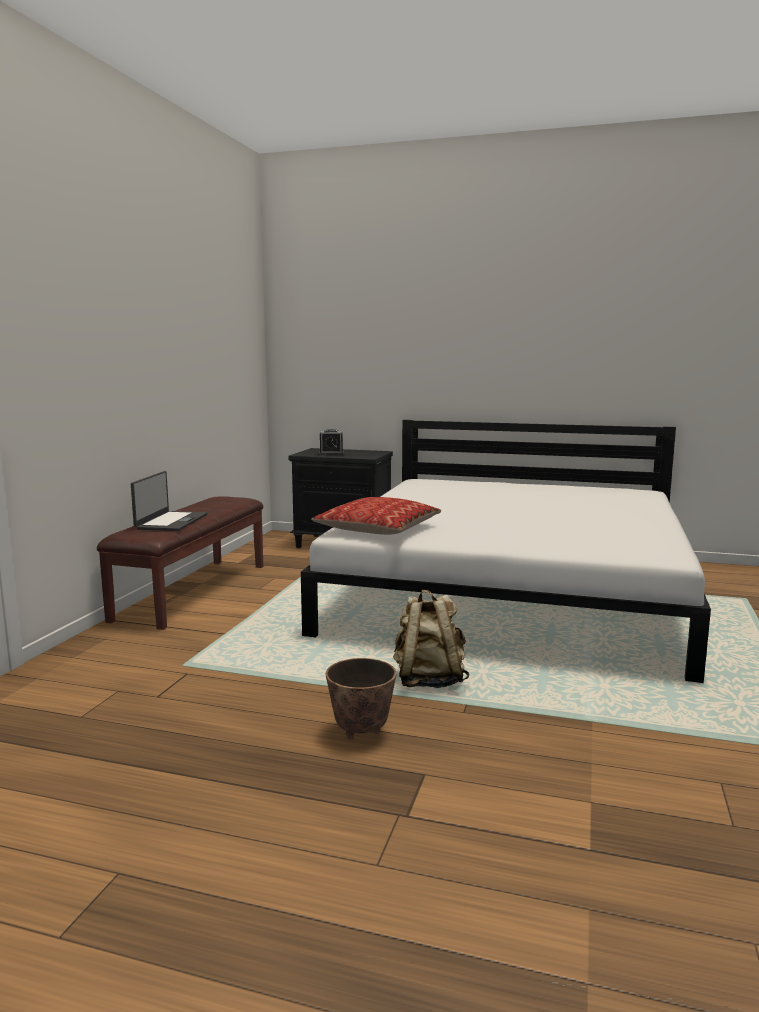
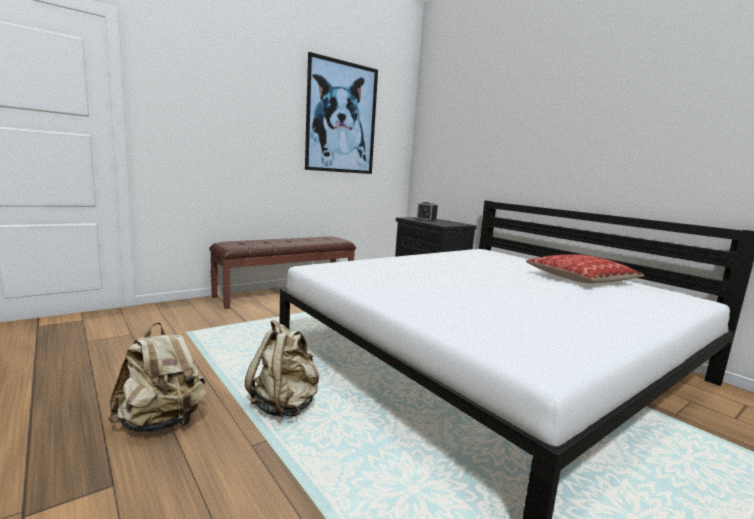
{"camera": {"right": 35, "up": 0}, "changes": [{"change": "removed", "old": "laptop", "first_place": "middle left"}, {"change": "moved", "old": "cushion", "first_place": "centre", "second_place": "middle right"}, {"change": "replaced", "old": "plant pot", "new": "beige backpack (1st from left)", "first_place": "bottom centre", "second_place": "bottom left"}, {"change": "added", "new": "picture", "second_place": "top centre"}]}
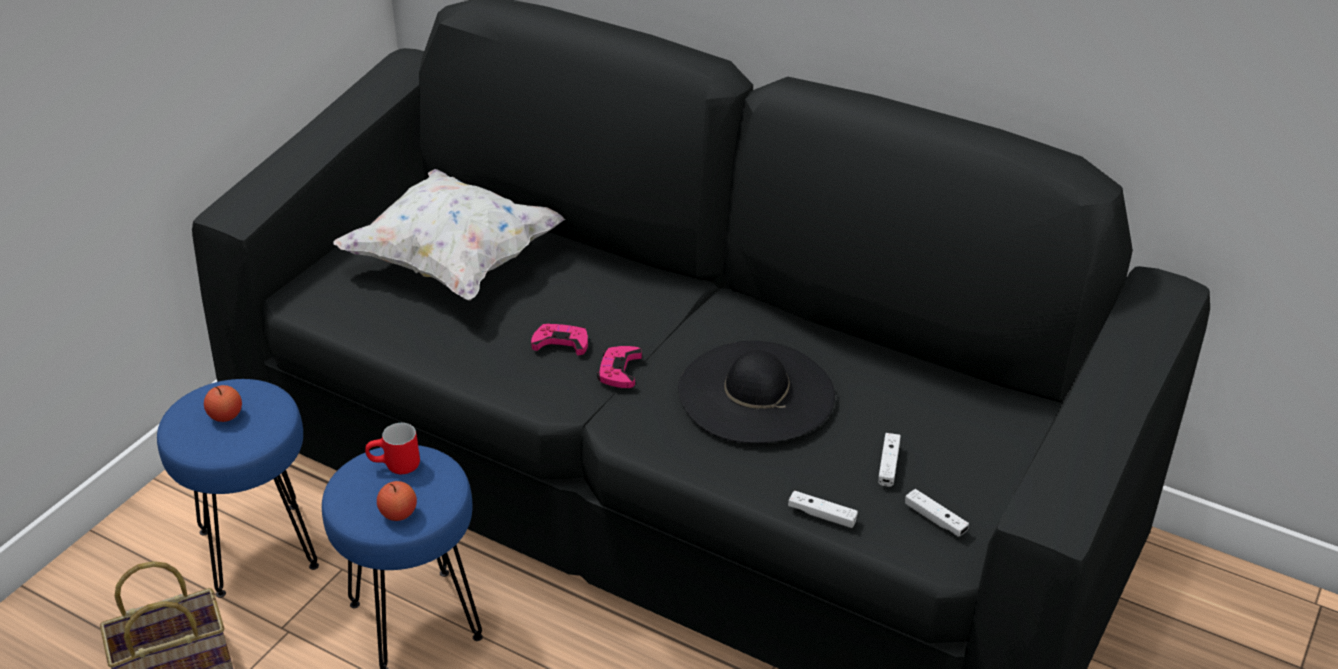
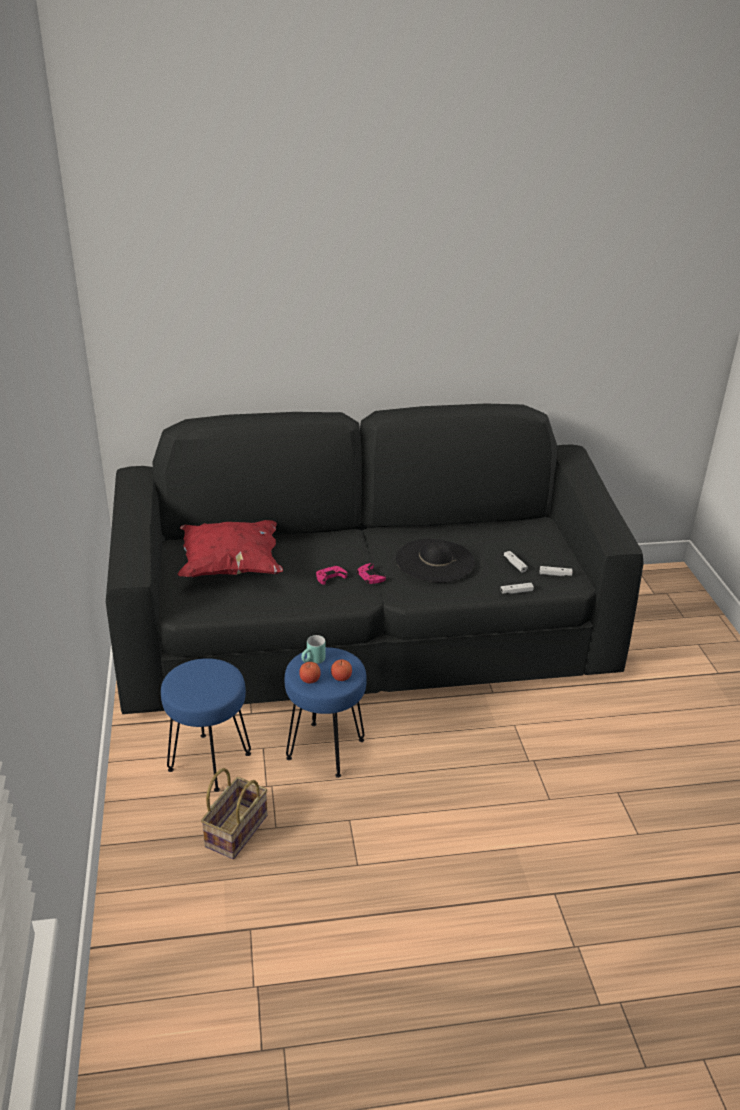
{"camera": {"right": -40, "up": -5}, "changes": [{"change": "moved", "old": "apple fruit (1st from left)", "first_place": "middle left", "second_place": "centre"}, {"change": "recoloured", "old": "white cushion", "new": "reddish cushion", "first_place": "centre", "second_place": "middle left"}, {"change": "recoloured", "old": "reddish mug", "new": "turquoise mug", "first_place": "bottom left", "second_place": "centre"}]}
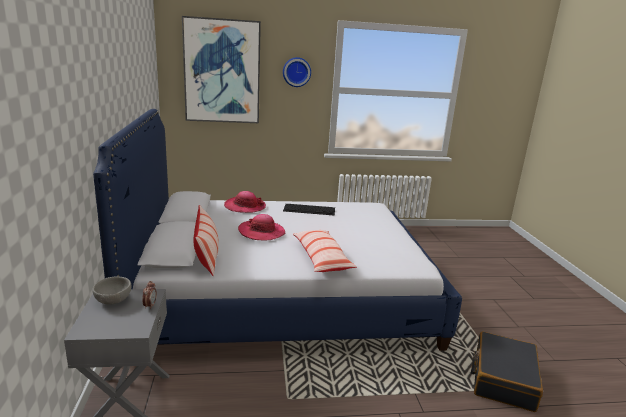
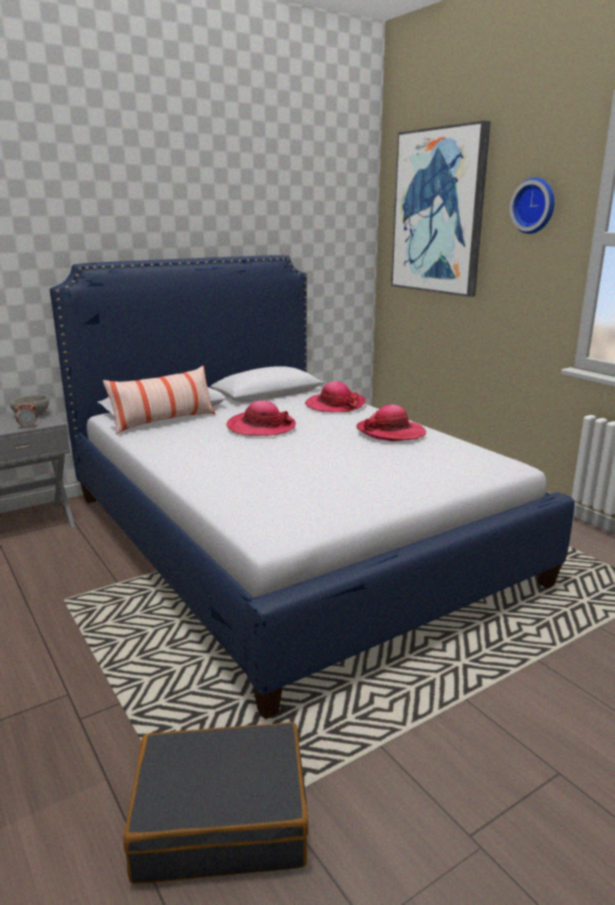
{"camera": {"right": 65, "up": 0}, "changes": [{"change": "replaced", "old": "keyboard", "new": "hat (3rd from left)", "first_place": "centre", "second_place": "centre"}, {"change": "removed", "old": "cushion (2nd from left)", "first_place": "centre"}]}
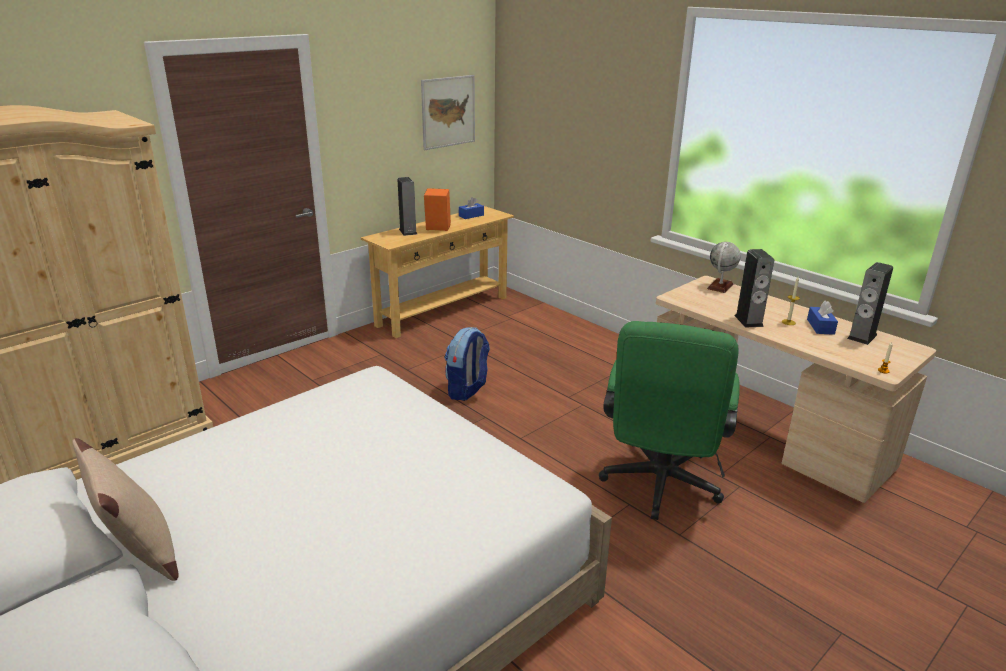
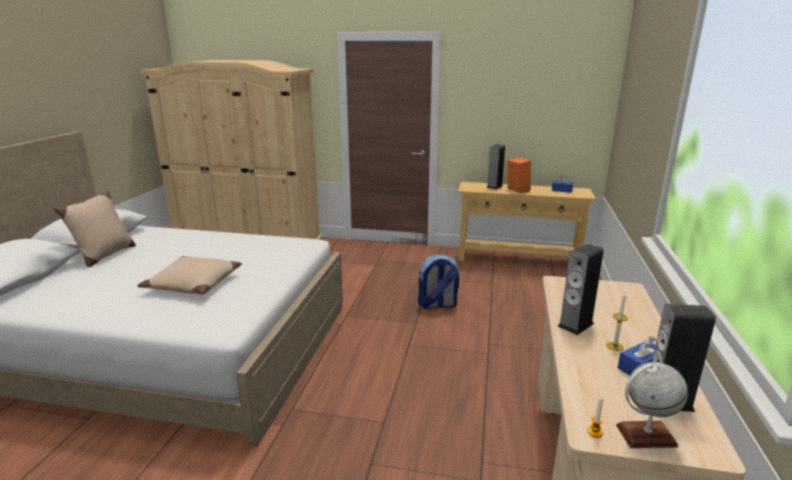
{"camera": {"right": 55, "up": -5}, "changes": [{"change": "removed", "old": "picture", "first_place": "top centre"}, {"change": "removed", "old": "greenish computer chair", "first_place": "centre"}, {"change": "moved", "old": "world globe", "first_place": "middle right", "second_place": "bottom right"}, {"change": "added", "new": "beige cushion (2nd from left)", "second_place": "middle left"}]}
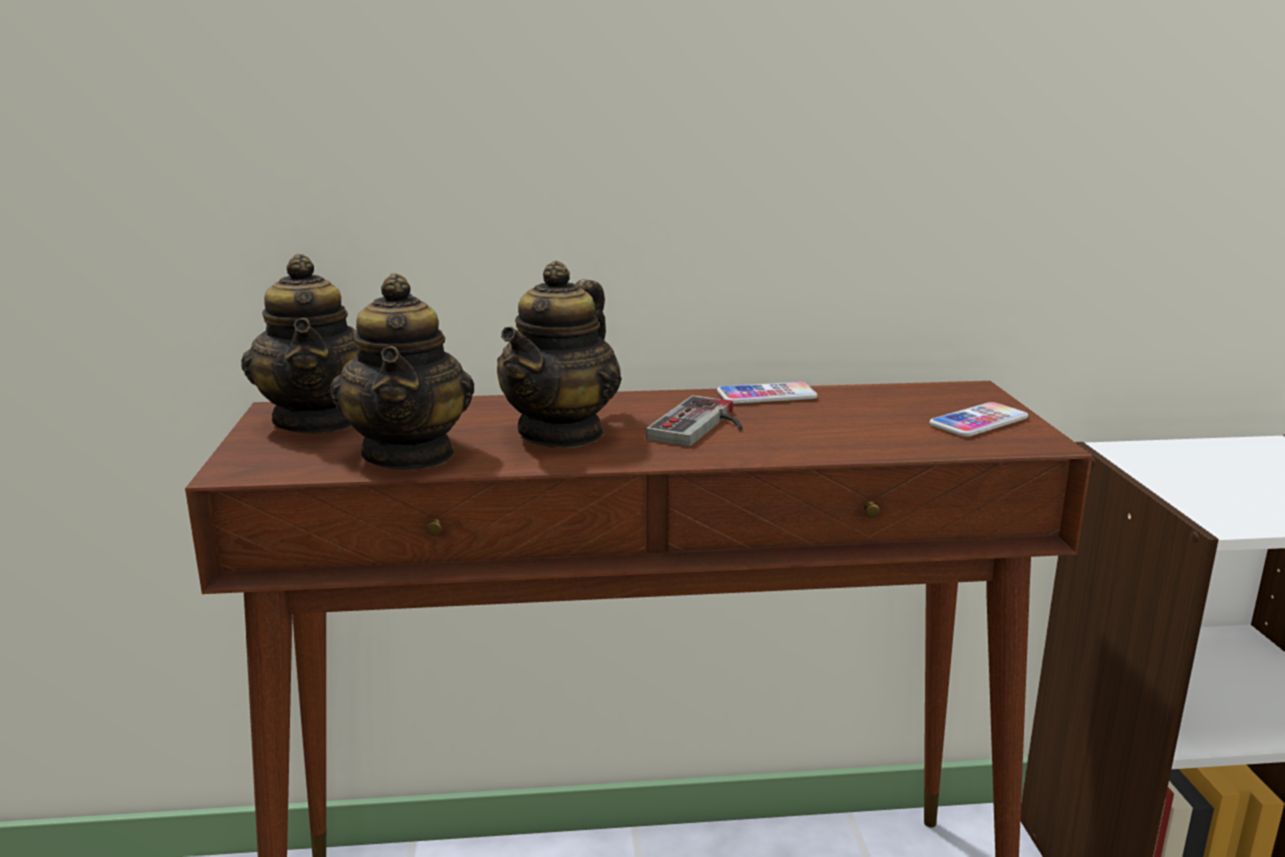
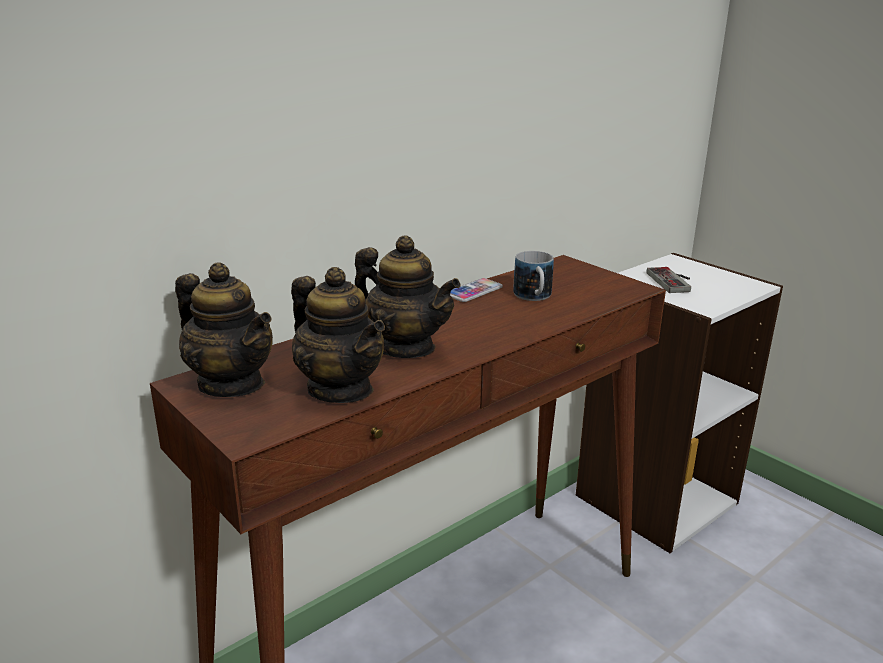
{"camera": {"right": -35, "up": 5}, "changes": [{"change": "turned", "old": "teapot (3rd from left)", "first_place": "centre", "second_place": "centre", "degrees": -45}, {"change": "moved", "old": "gamepad", "first_place": "centre", "second_place": "middle right"}, {"change": "removed", "old": "handset (2nd from left)", "first_place": "middle right"}, {"change": "added", "new": "mug", "second_place": "centre"}]}
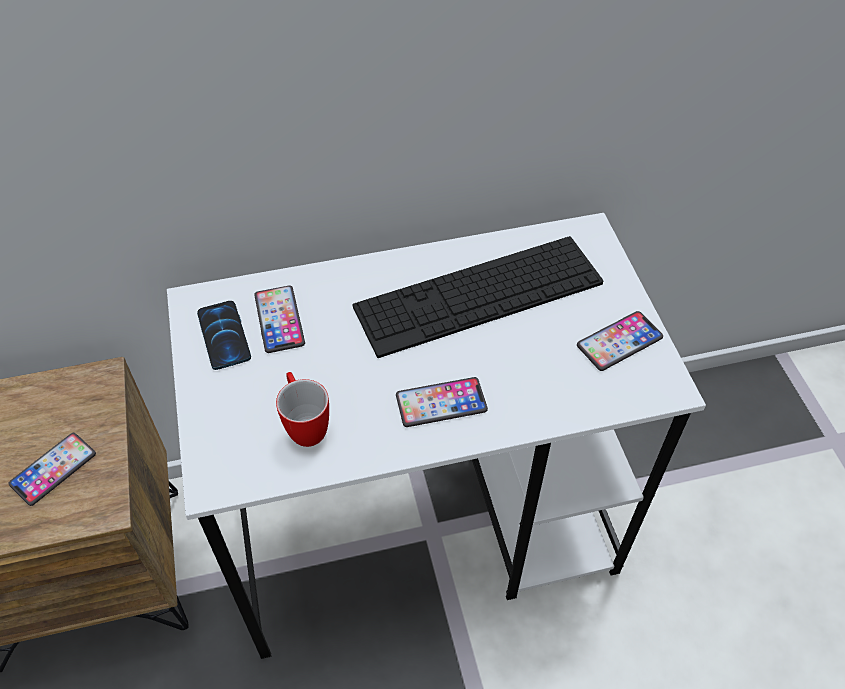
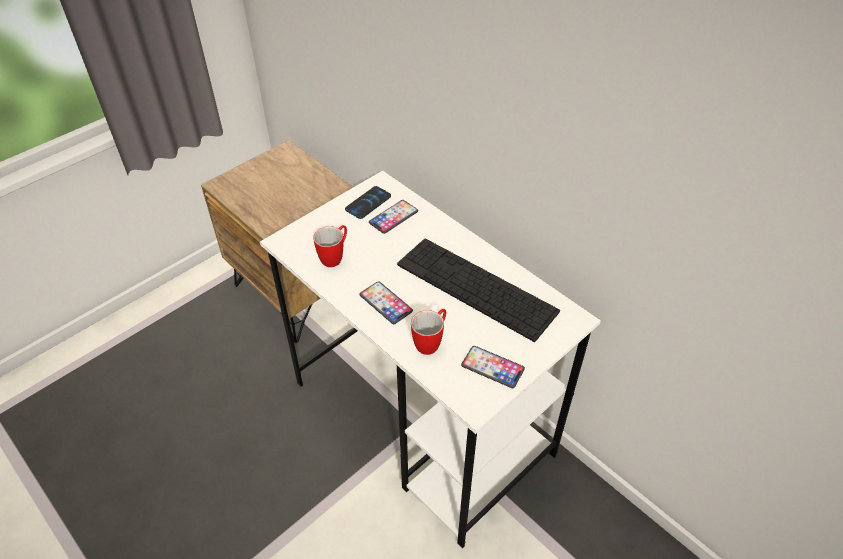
{"camera": {"right": 60, "up": -5}, "changes": [{"change": "removed", "old": "handset (1st from left)", "first_place": "bottom left"}, {"change": "added", "new": "mug (2nd from left)", "second_place": "centre"}]}
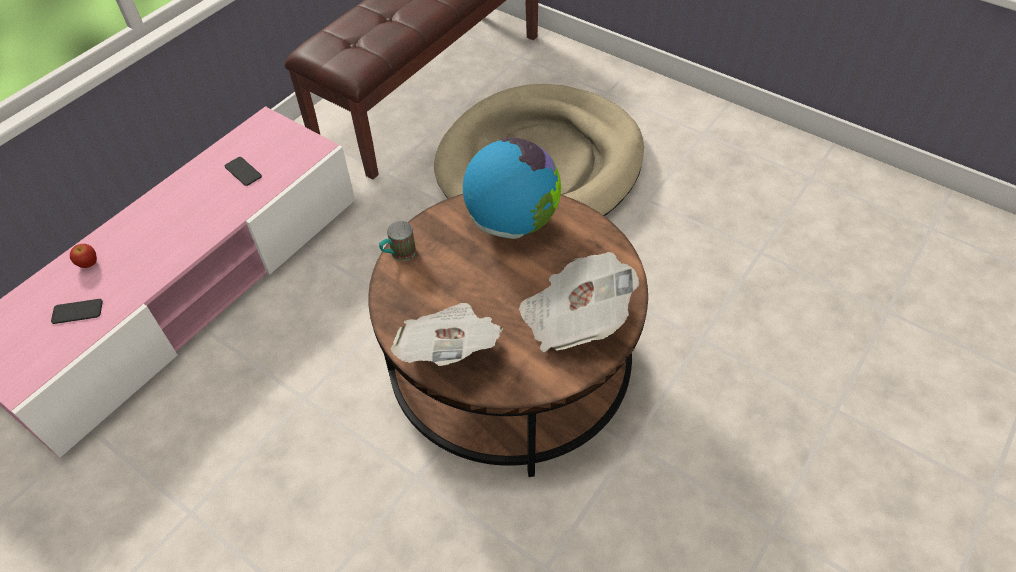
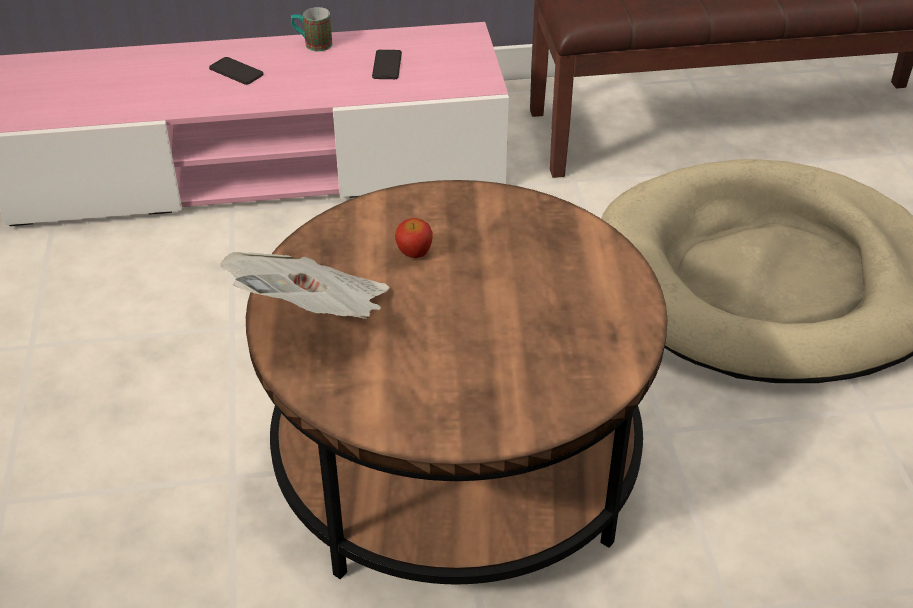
{"camera": {"right": 45, "up": -10}, "changes": [{"change": "moved", "old": "handset (1st from left)", "first_place": "middle left", "second_place": "top left"}, {"change": "moved", "old": "apple fruit", "first_place": "middle left", "second_place": "centre"}, {"change": "moved", "old": "mug", "first_place": "centre", "second_place": "top centre"}, {"change": "removed", "old": "world globe", "first_place": "top centre"}, {"change": "removed", "old": "printed paper (2nd from left)", "first_place": "centre"}]}
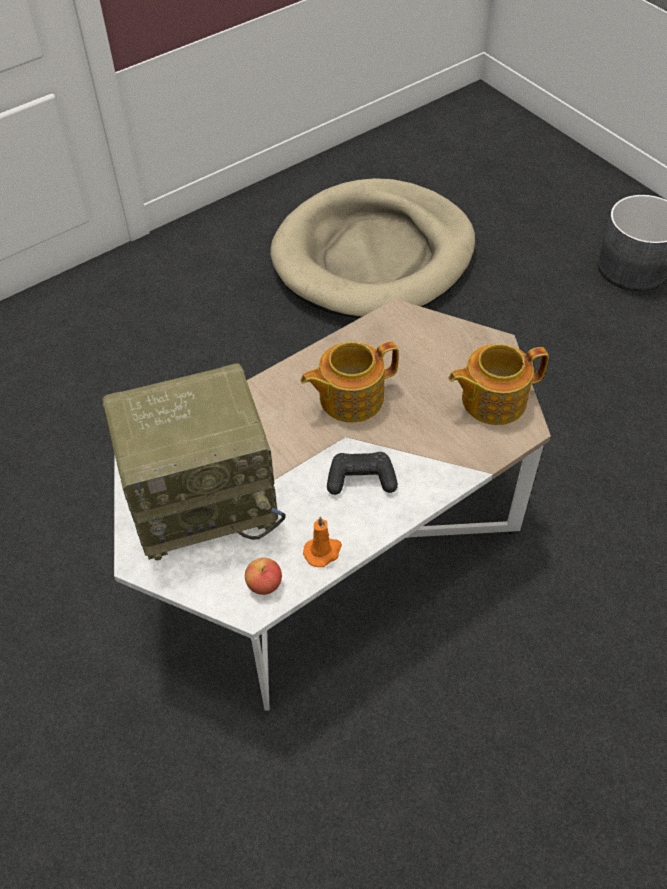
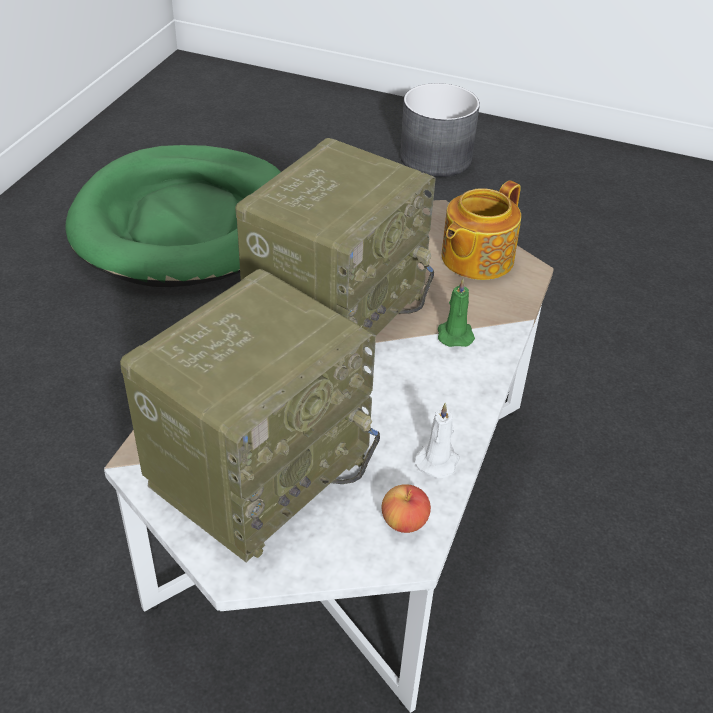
{"camera": {"right": -35, "up": -10}, "changes": [{"change": "recoloured", "old": "beige dog bed", "new": "greenish dog bed", "first_place": "top centre", "second_place": "top left"}, {"change": "replaced", "old": "teapot (1st from left)", "new": "radio receiver (2nd from left)", "first_place": "centre", "second_place": "top centre"}, {"change": "recoloured", "old": "orange-coloured wax candle", "new": "white wax candle", "first_place": "centre", "second_place": "centre"}, {"change": "removed", "old": "blackish gamepad", "first_place": "centre"}, {"change": "added", "new": "greenish wax candle", "second_place": "centre"}]}
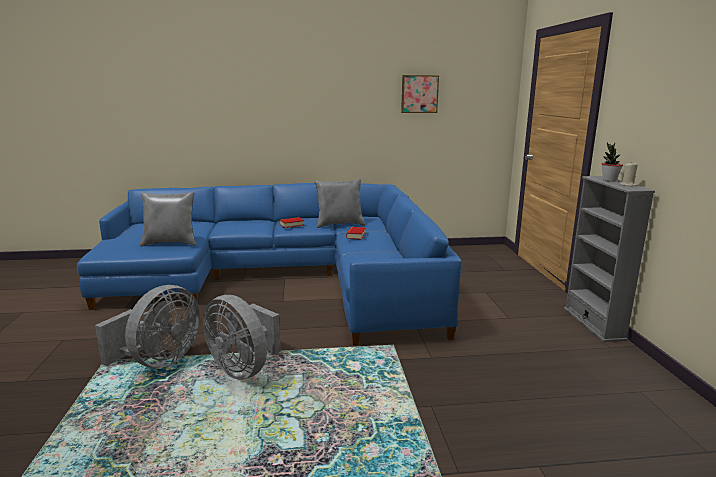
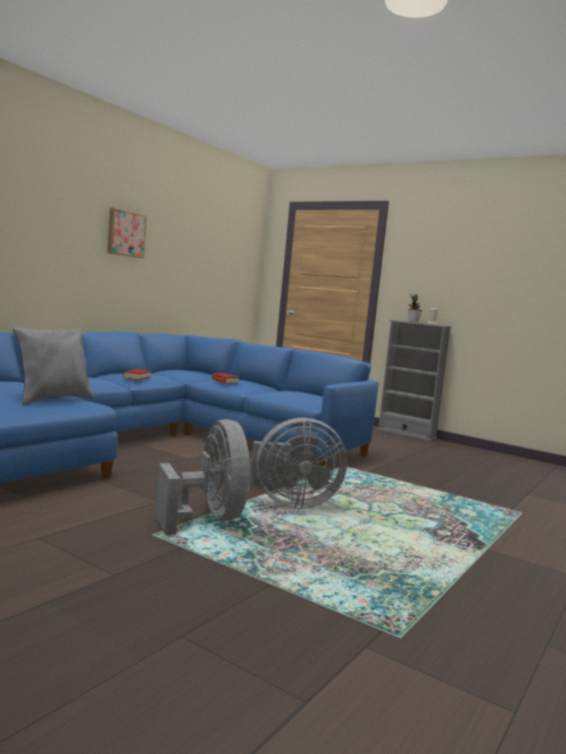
{"camera": {"right": -50, "up": -10}, "changes": [{"change": "removed", "old": "gray cushion (2nd from left)", "first_place": "centre"}, {"change": "moved", "old": "picture", "first_place": "top centre", "second_place": "top left"}]}
